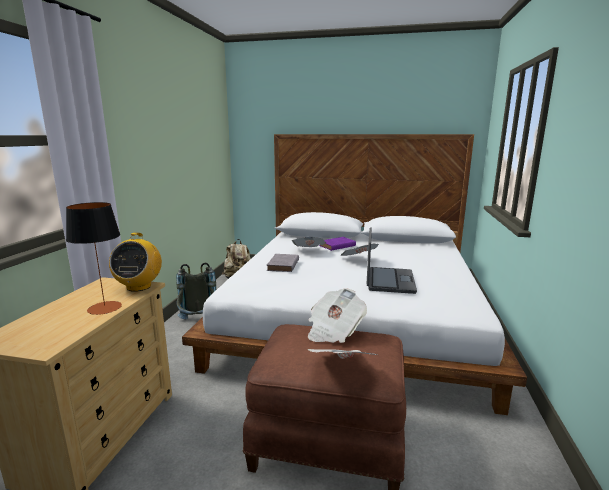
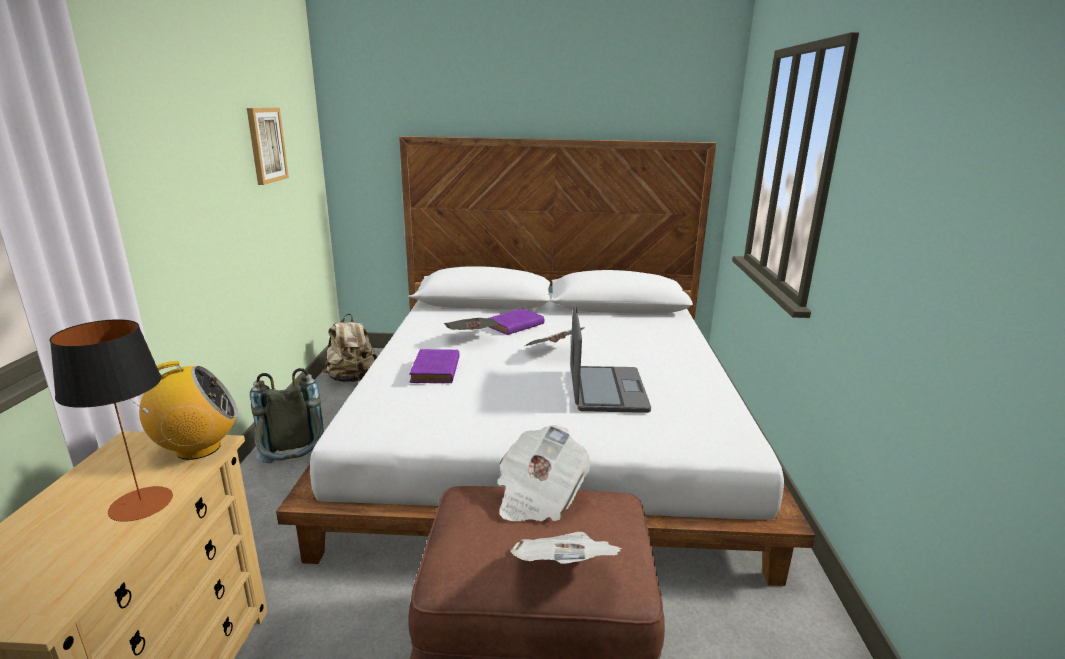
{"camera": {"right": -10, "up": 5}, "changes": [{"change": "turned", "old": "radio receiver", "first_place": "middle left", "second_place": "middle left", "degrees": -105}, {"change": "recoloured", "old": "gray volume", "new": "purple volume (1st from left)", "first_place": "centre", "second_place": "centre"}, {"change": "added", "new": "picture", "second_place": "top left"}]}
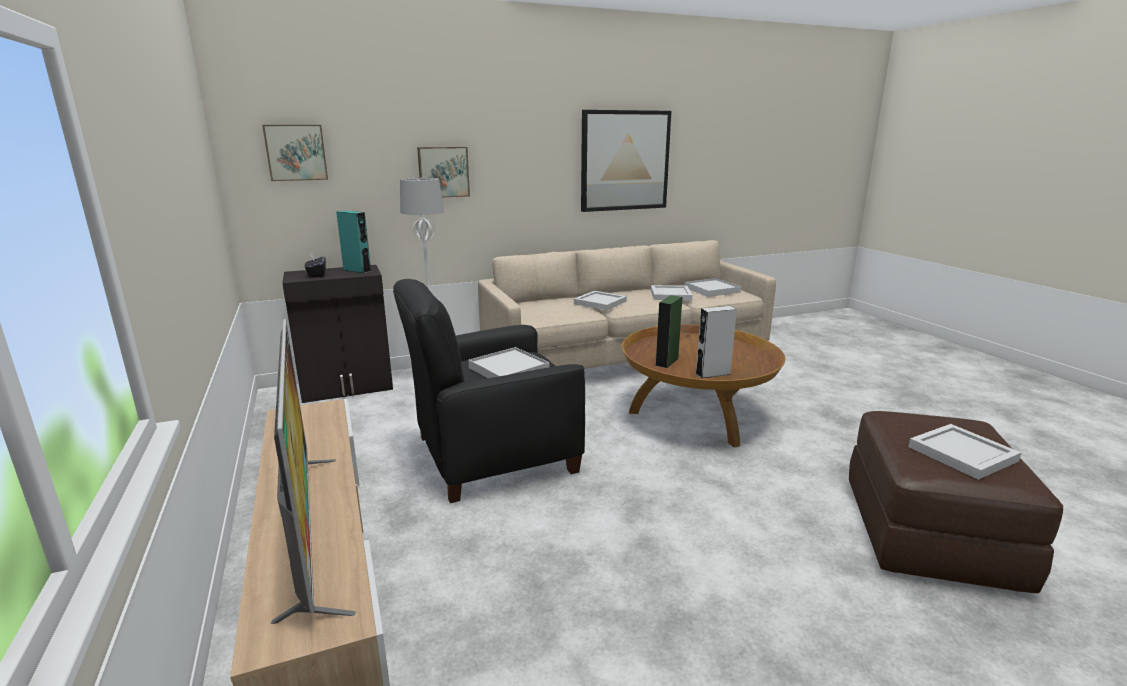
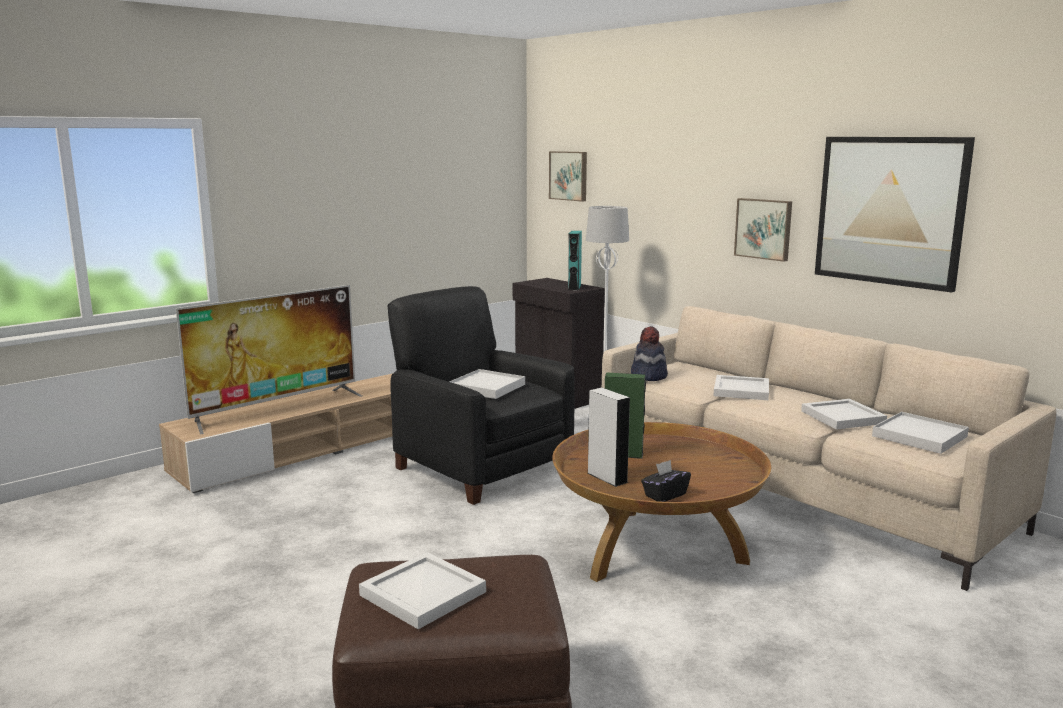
{"camera": {"right": 70, "up": -5}, "changes": [{"change": "moved", "old": "blackish tissue box", "first_place": "middle left", "second_place": "bottom centre"}, {"change": "moved", "old": "picture (2nd from left)", "first_place": "top centre", "second_place": "top right"}, {"change": "added", "new": "hat", "second_place": "centre"}]}
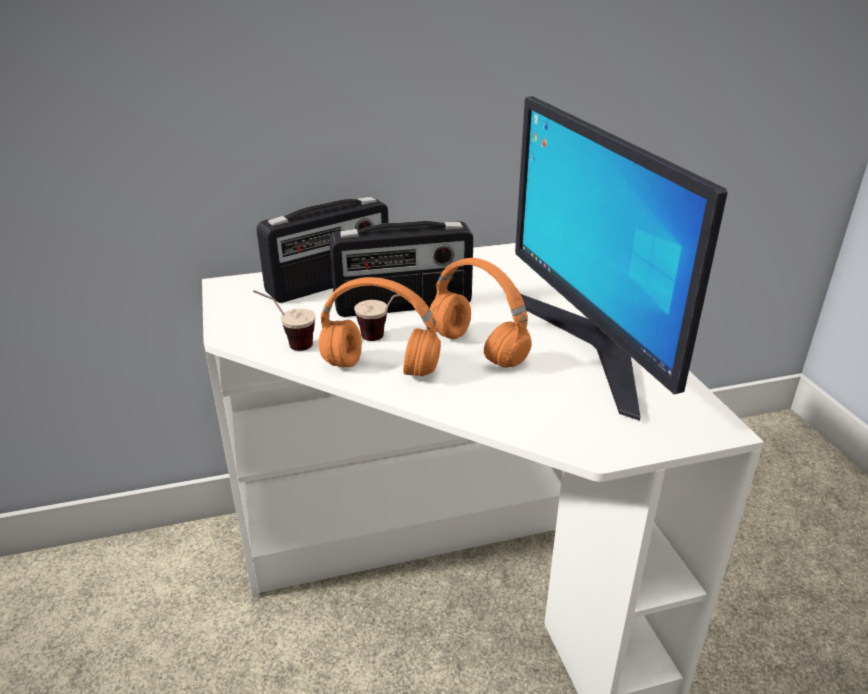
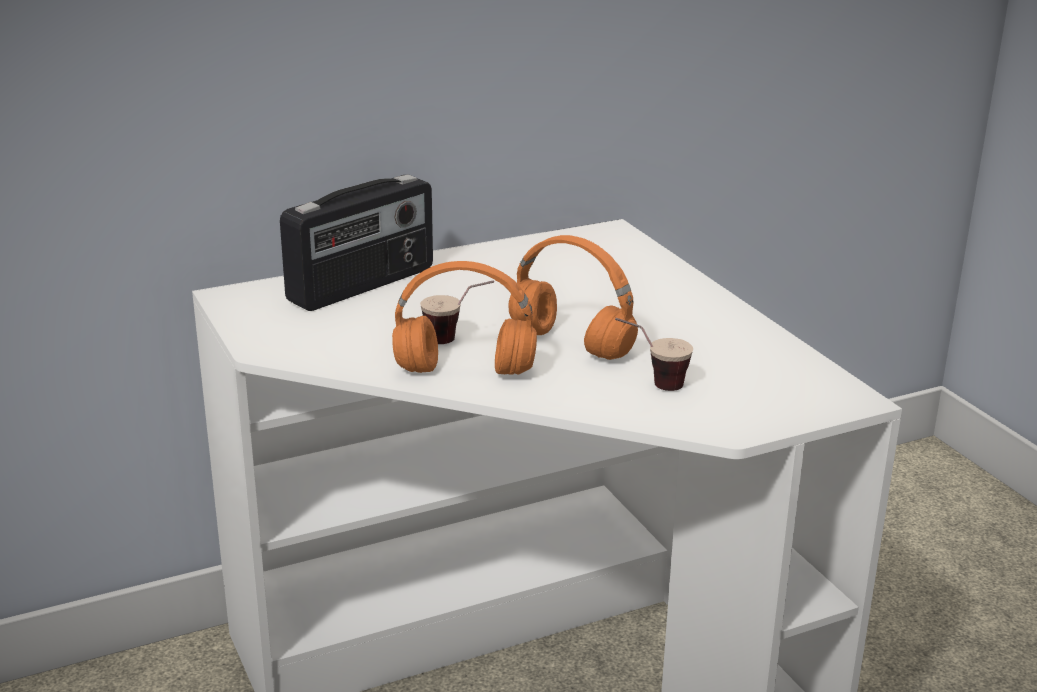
{"camera": {"right": -10, "up": -5}, "changes": [{"change": "moved", "old": "cup (1st from left in the first image)", "new": "cup (2nd from left)", "first_place": "middle left", "second_place": "centre"}, {"change": "removed", "old": "radio receiver (2nd from left)", "first_place": "centre"}, {"change": "removed", "old": "monitor", "first_place": "middle right"}]}
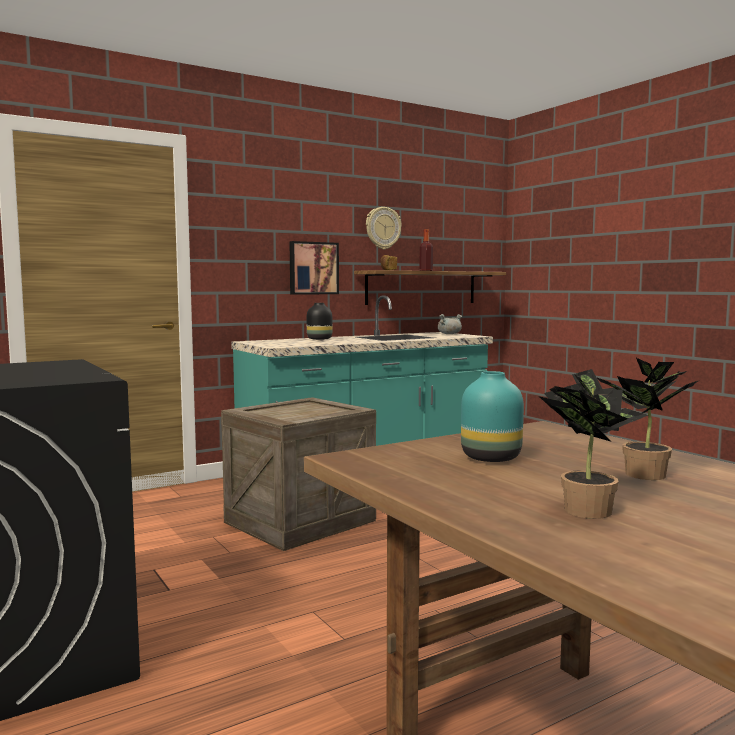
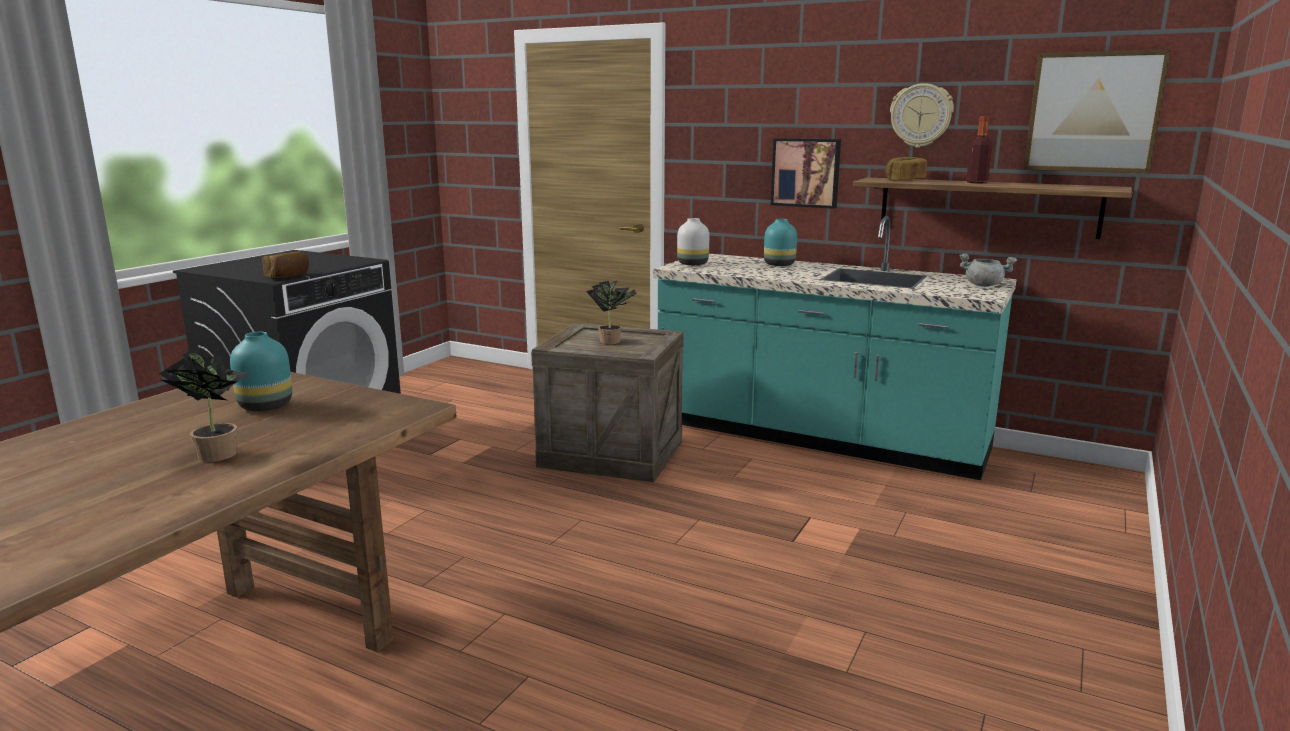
{"camera": {"right": 60, "up": 10}, "changes": [{"change": "recoloured", "old": "blackish vase", "new": "turquoise vase (2nd from left)", "first_place": "centre", "second_place": "top centre"}, {"change": "moved", "old": "potted plant (1st from left in the first image)", "new": "potted plant (2nd from left)", "first_place": "middle right", "second_place": "centre"}, {"change": "added", "new": "baked bread (1st from left)", "second_place": "middle left"}, {"change": "added", "new": "white vase", "second_place": "top centre"}, {"change": "added", "new": "picture (2nd from left)", "second_place": "top right"}]}
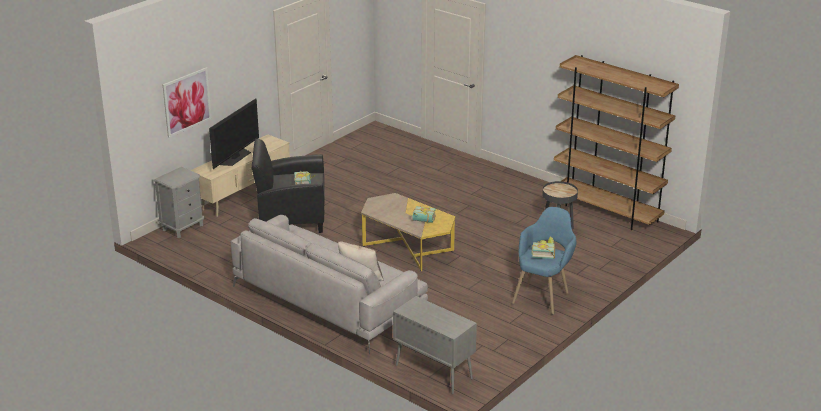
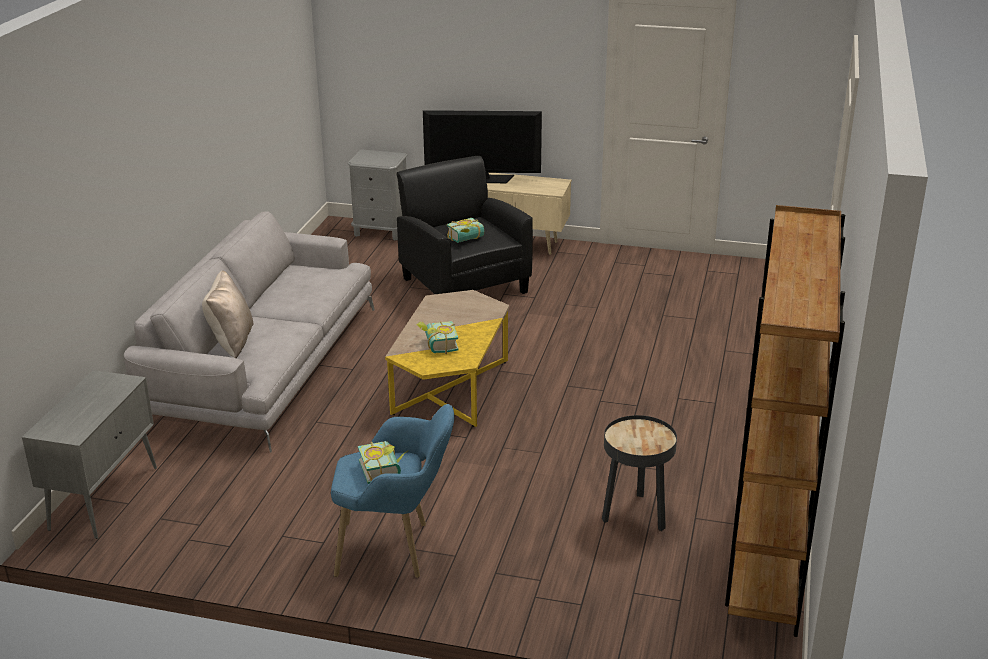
{"camera": {"right": 65, "up": 0}, "changes": [{"change": "removed", "old": "picture", "first_place": "top left"}]}
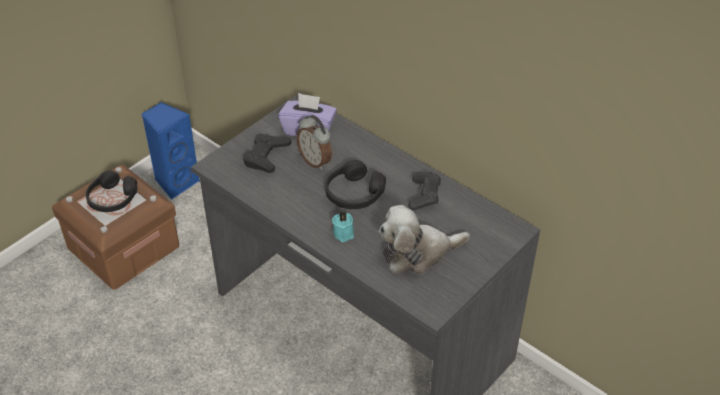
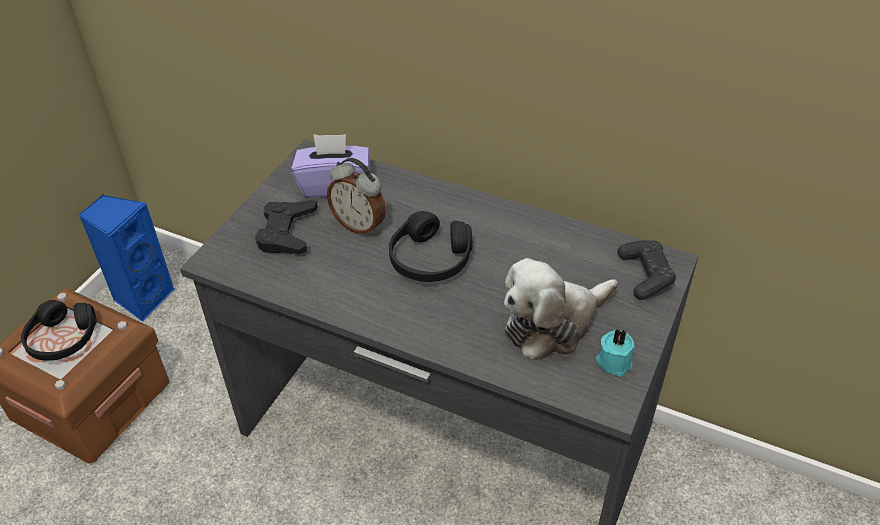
{"camera": {"right": -15, "up": 0}, "changes": [{"change": "moved", "old": "turquoise wax candle", "first_place": "centre", "second_place": "bottom right"}, {"change": "moved", "old": "blackish gamepad (2nd from left)", "first_place": "centre", "second_place": "middle right"}]}
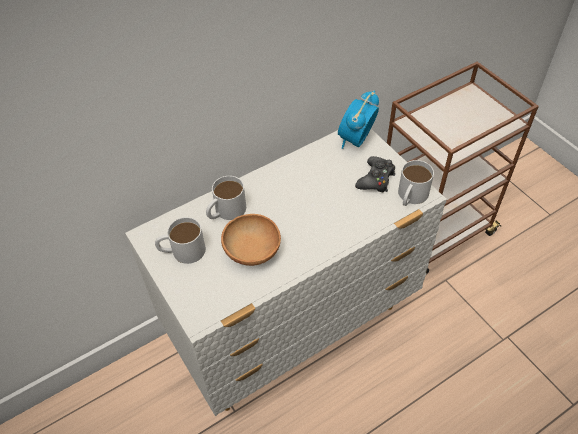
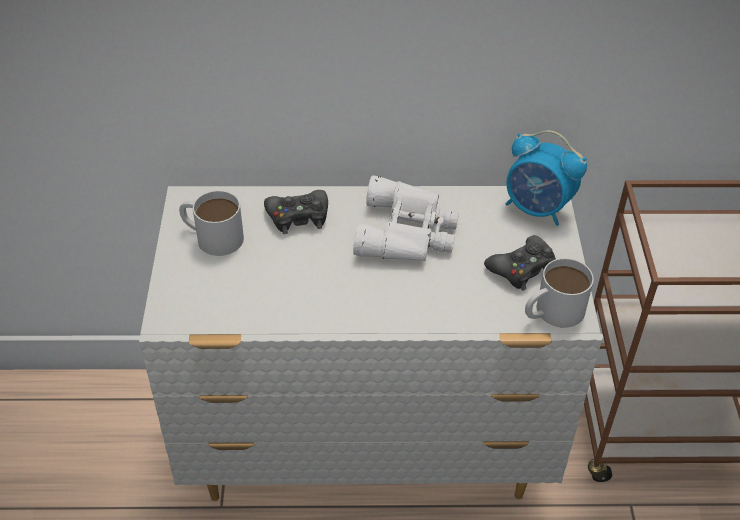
{"camera": {"right": 30, "up": -5}, "changes": [{"change": "replaced", "old": "white mug (2nd from left)", "new": "blackish gamepad (1st from left)", "first_place": "centre", "second_place": "centre"}, {"change": "removed", "old": "brown serving bowl", "first_place": "centre"}, {"change": "turned", "old": "bedside clock", "first_place": "top centre", "second_place": "middle right", "degrees": -120}, {"change": "added", "new": "white binoculars", "second_place": "centre"}]}
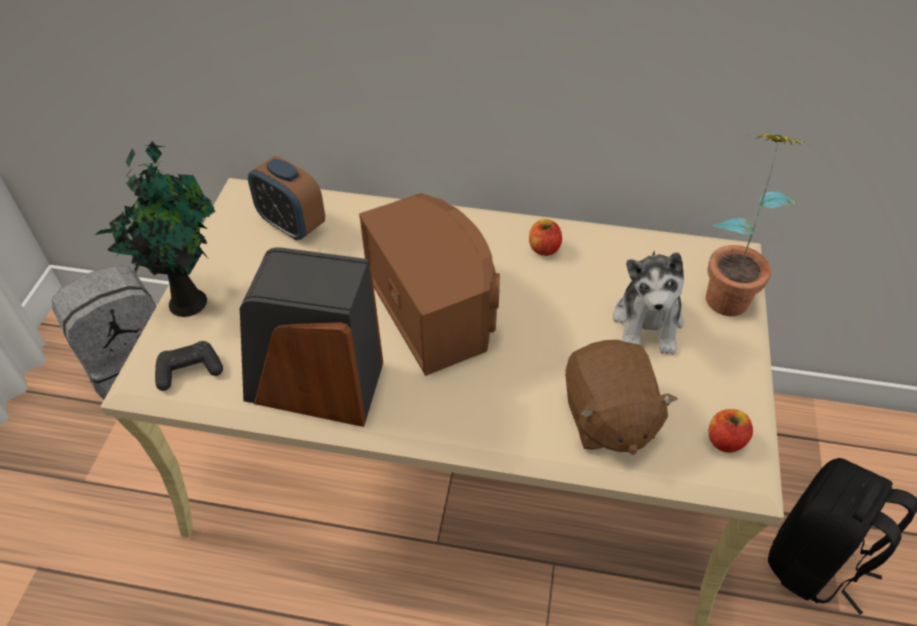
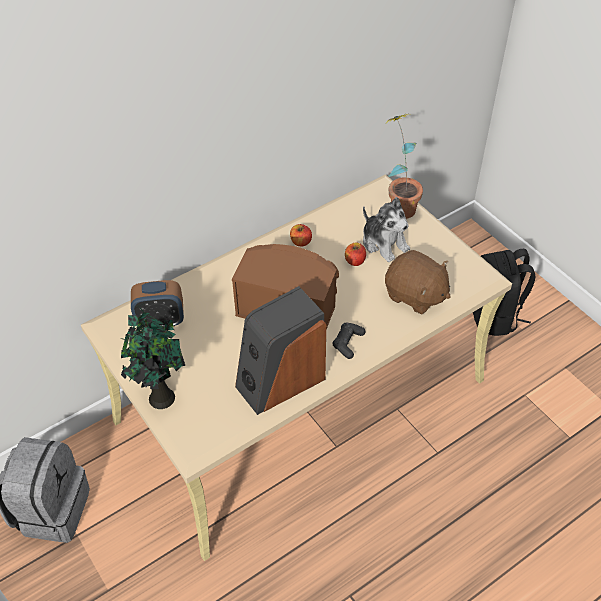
{"camera": {"right": -45, "up": 0}, "changes": [{"change": "moved", "old": "blackish gamepad", "first_place": "middle left", "second_place": "centre"}, {"change": "moved", "old": "apple fruit (2nd from left)", "first_place": "bottom right", "second_place": "centre"}]}
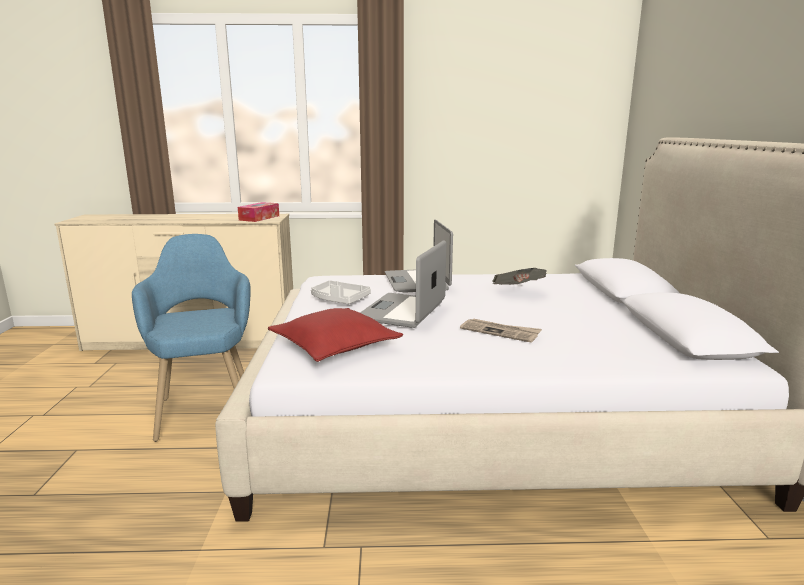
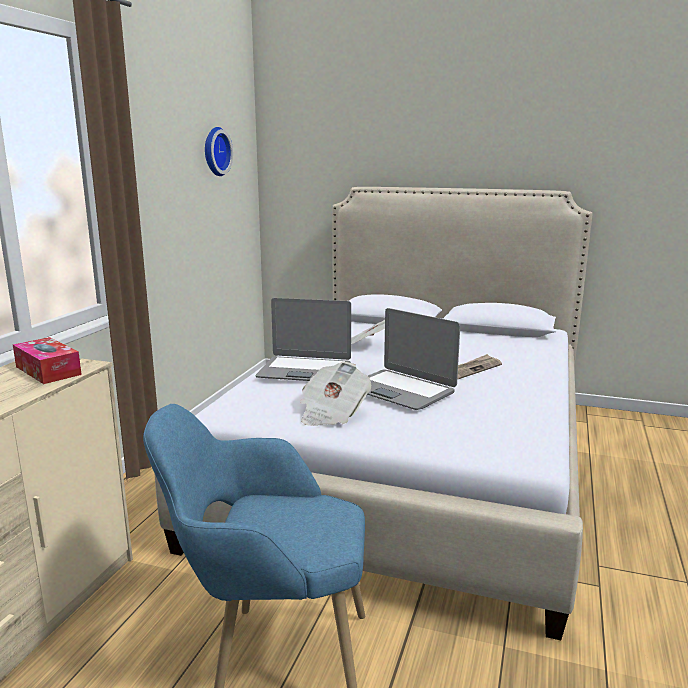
{"camera": {"right": -70, "up": 0}, "changes": [{"change": "removed", "old": "reddish cushion", "first_place": "centre"}, {"change": "replaced", "old": "gray tray", "new": "printed paper (1st from left)", "first_place": "centre", "second_place": "centre"}, {"change": "added", "new": "wall clock", "second_place": "top left"}]}
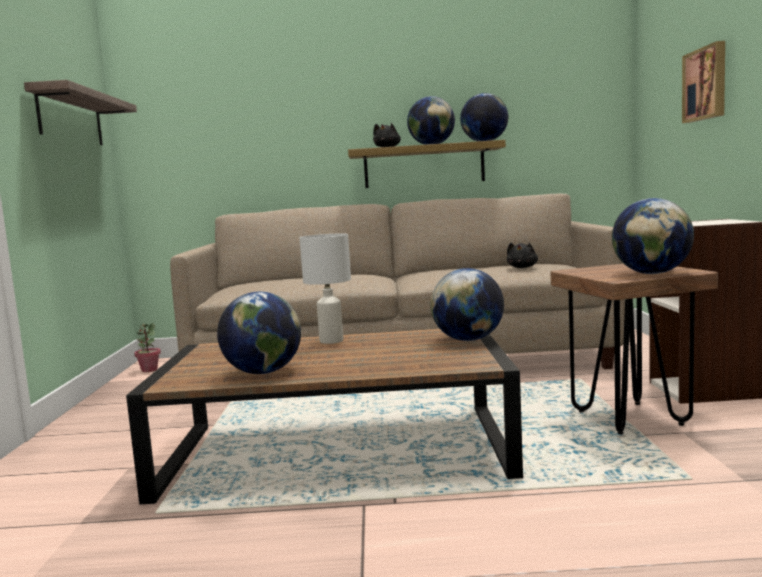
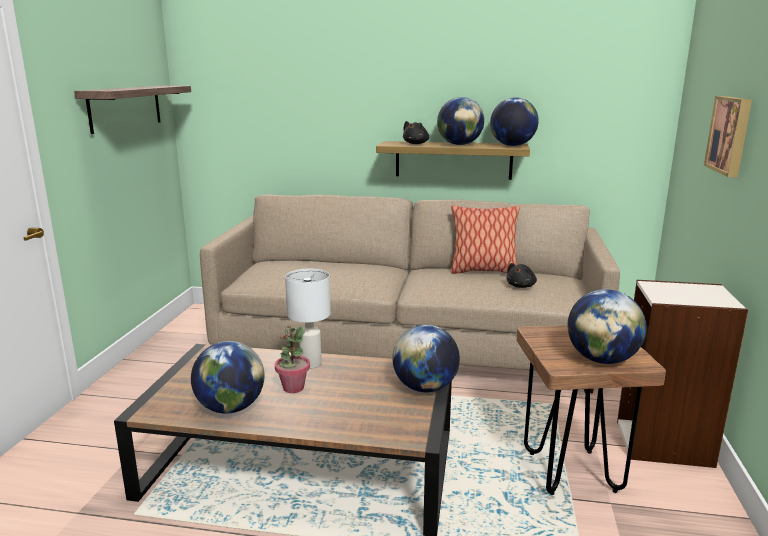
{"camera": {"right": 10, "up": 10}, "changes": [{"change": "moved", "old": "potted plant", "first_place": "middle left", "second_place": "bottom centre"}, {"change": "added", "new": "cushion", "second_place": "centre"}]}
